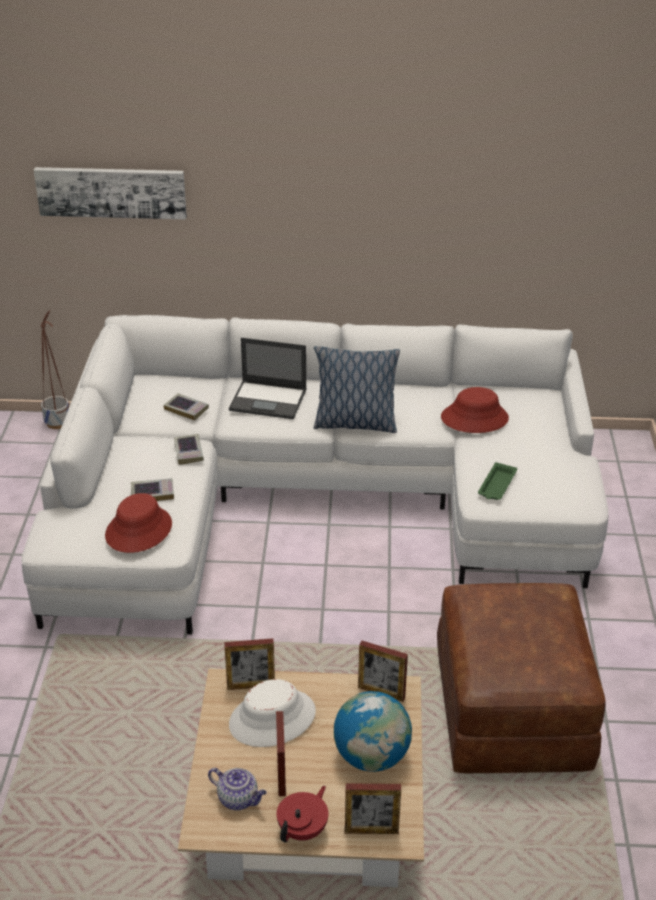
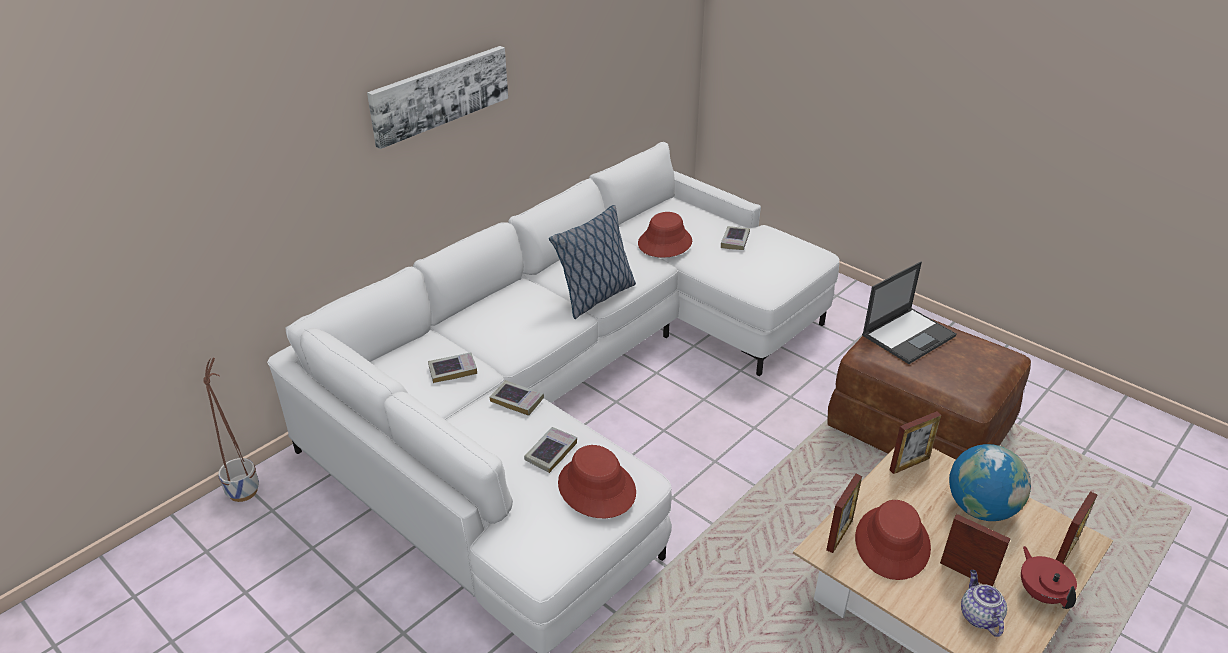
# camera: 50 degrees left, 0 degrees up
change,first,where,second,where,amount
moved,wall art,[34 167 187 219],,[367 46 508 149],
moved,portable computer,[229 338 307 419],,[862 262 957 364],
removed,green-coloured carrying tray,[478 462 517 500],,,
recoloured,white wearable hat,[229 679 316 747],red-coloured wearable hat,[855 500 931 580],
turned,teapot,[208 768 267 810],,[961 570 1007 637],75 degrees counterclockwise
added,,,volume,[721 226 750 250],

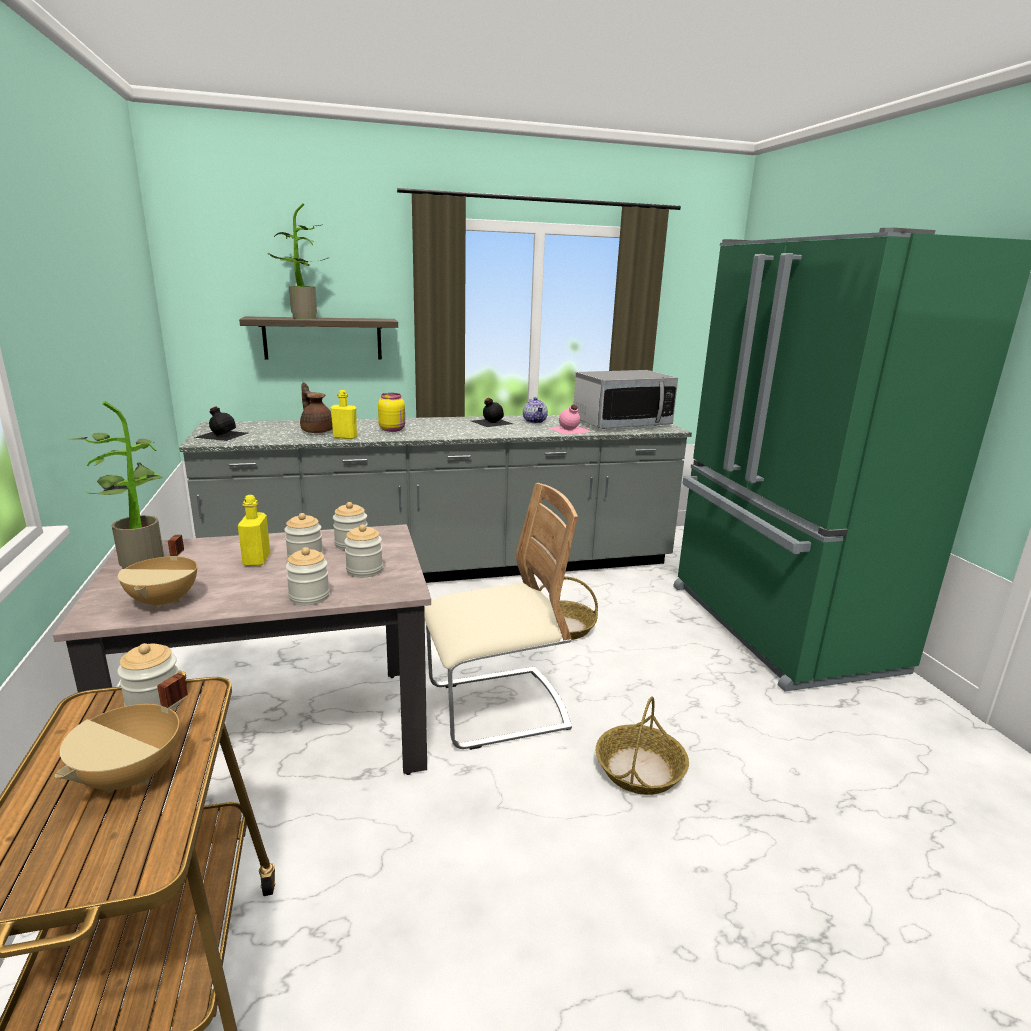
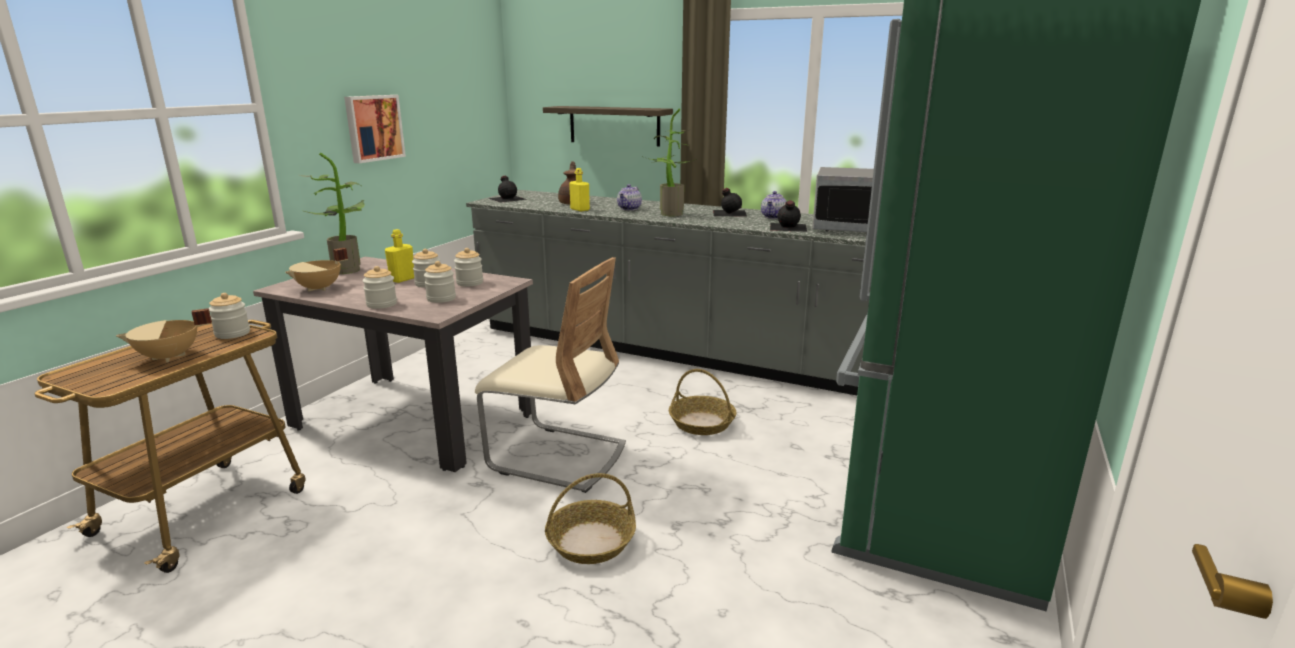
# camera: 40 degrees right, 0 degrees up
change,first,where,second,where,amount
moved,houseplant,[268 203 330 319],,[641 109 697 216],
replaced,yellowish storage jar,[378 393 405 432],teapot,[617 184 642 210],
recoloured,pink-coloured beverage bottle,[547 405 592 435],blackish beverage bottle,[770 200 807 232],
added,,,wall art,[344 95 406 163],

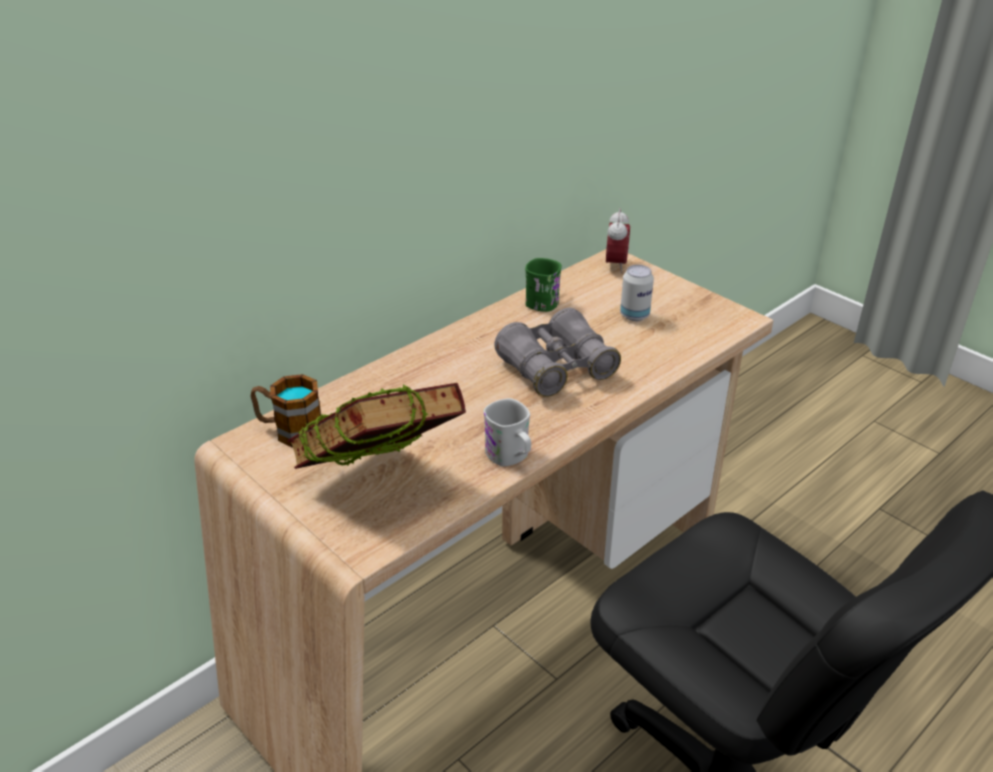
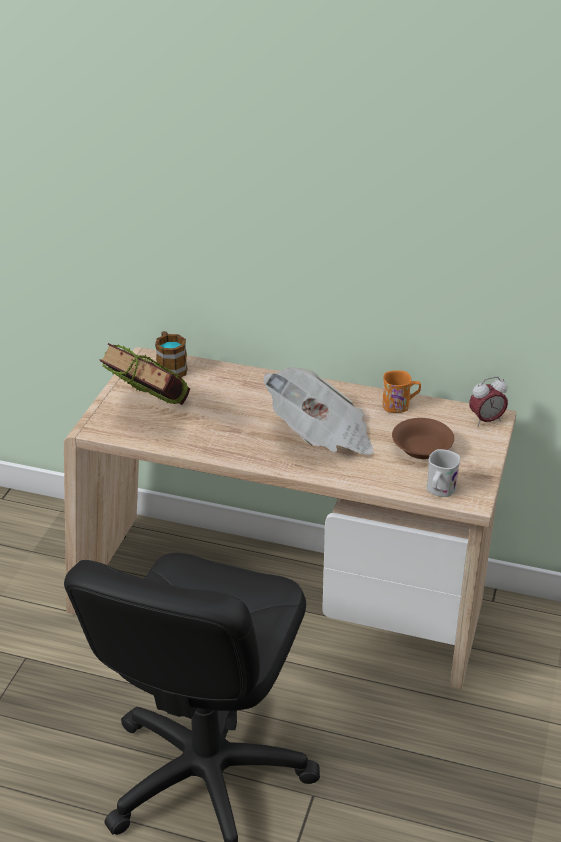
# camera: 60 degrees right, 0 degrees up
change,first,where,second,where,amount
recoloured,green-coloured coffee mug,[525 258 562 312],orange coffee mug,[382 370 421 413],
replaced,metal can,[620 265 654 321],brown-coloured deep dish,[392 418 454 459],
replaced,greyish binoculars,[494 308 621 397],printed paper,[263 367 374 455],
moved,white coffee mug,[483 398 531 466],,[427 449 460 497],

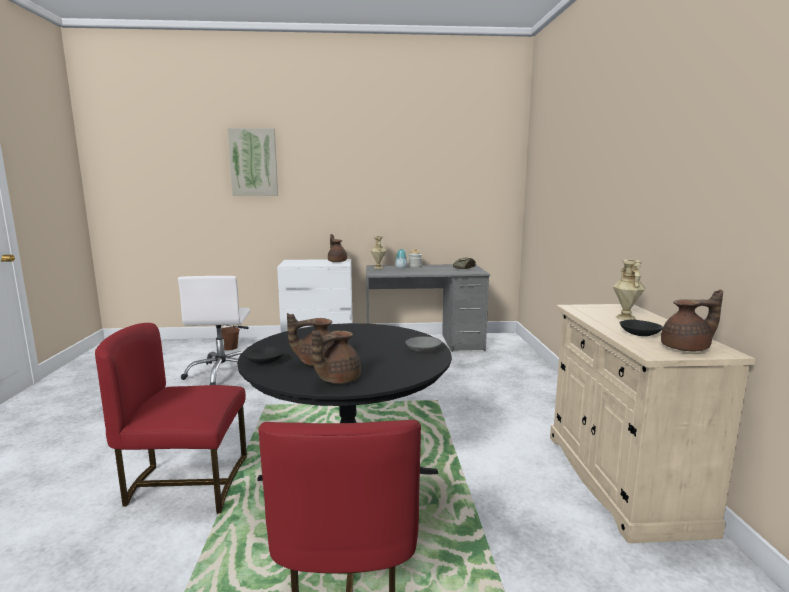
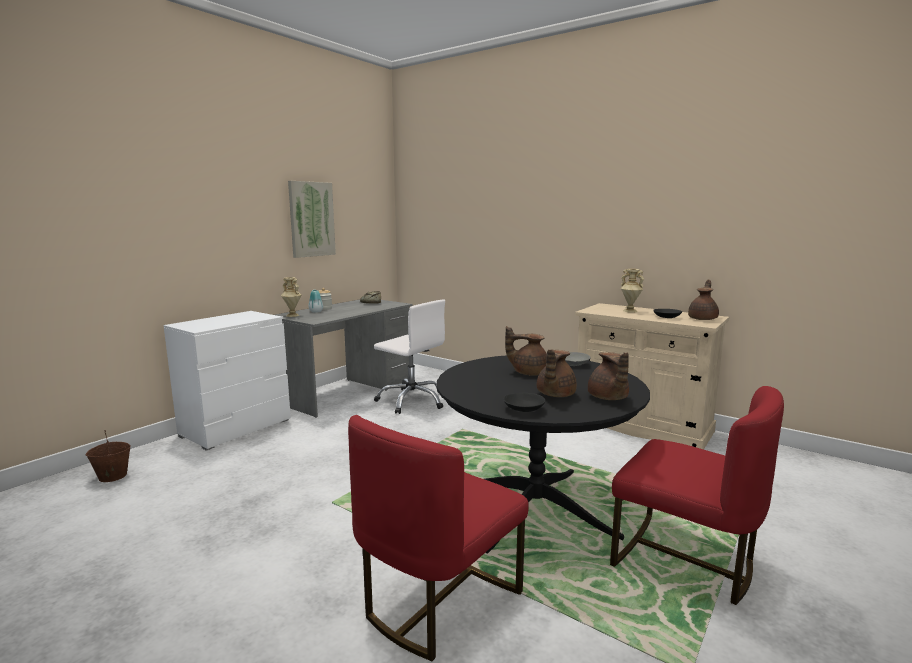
# camera: 50 degrees left, 0 degrees up
change,first,where,second,where,amount
moved,wall art,[228 128 278 196],,[288 181 336 258],
moved,brown-coloured teapot,[328 234 347 262],,[505 326 547 376],
moved,white computer chair,[178 276 250 385],,[374 300 445 414],

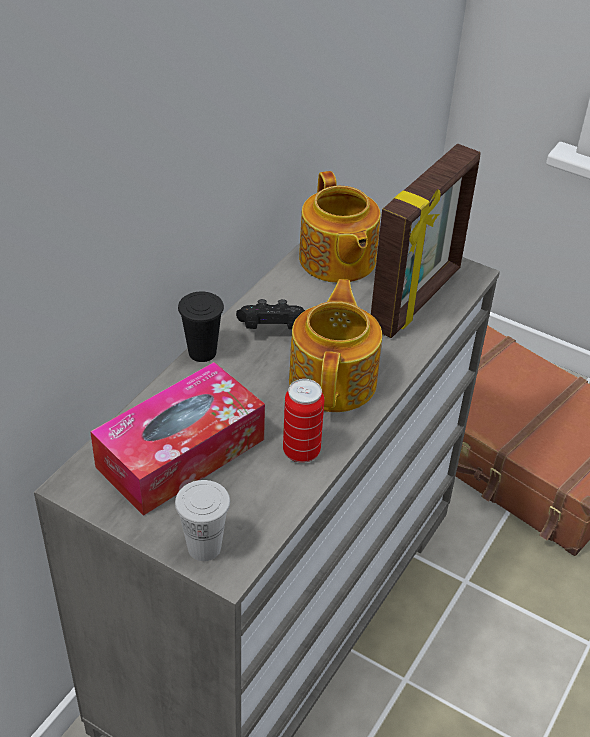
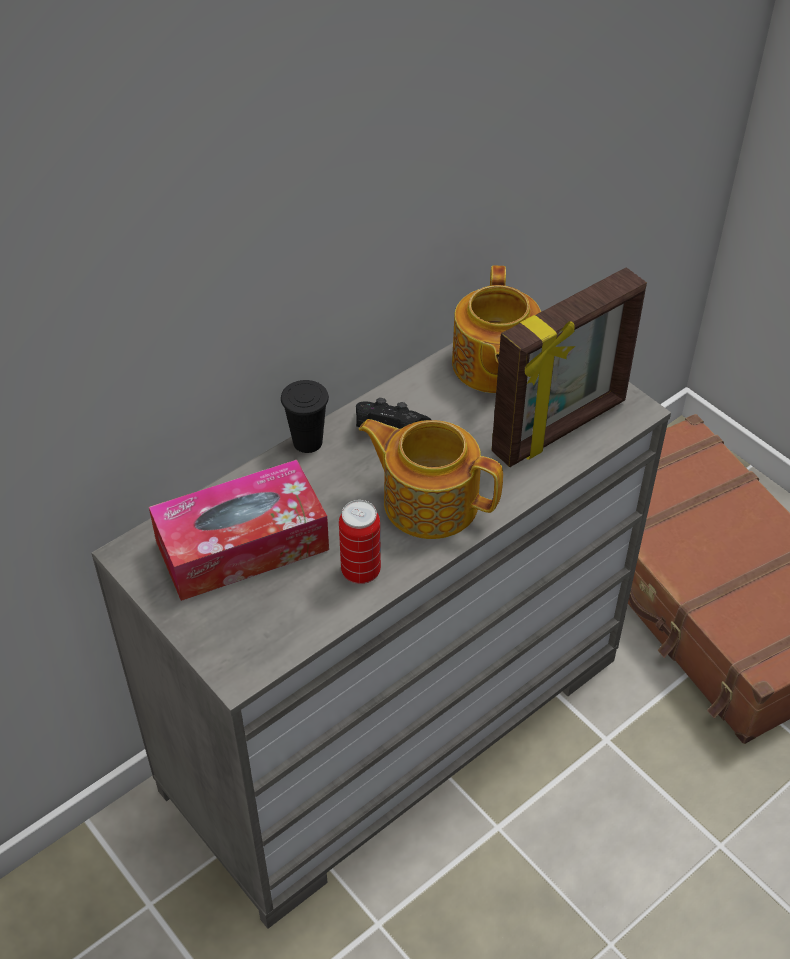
# camera: 20 degrees right, 5 degrees up
change,first,where,second,where,amount
turned,teapot,[289 279 382 412],,[358 419 503 539],90 degrees counterclockwise
removed,white drinking cup,[175 480 230 561],,,

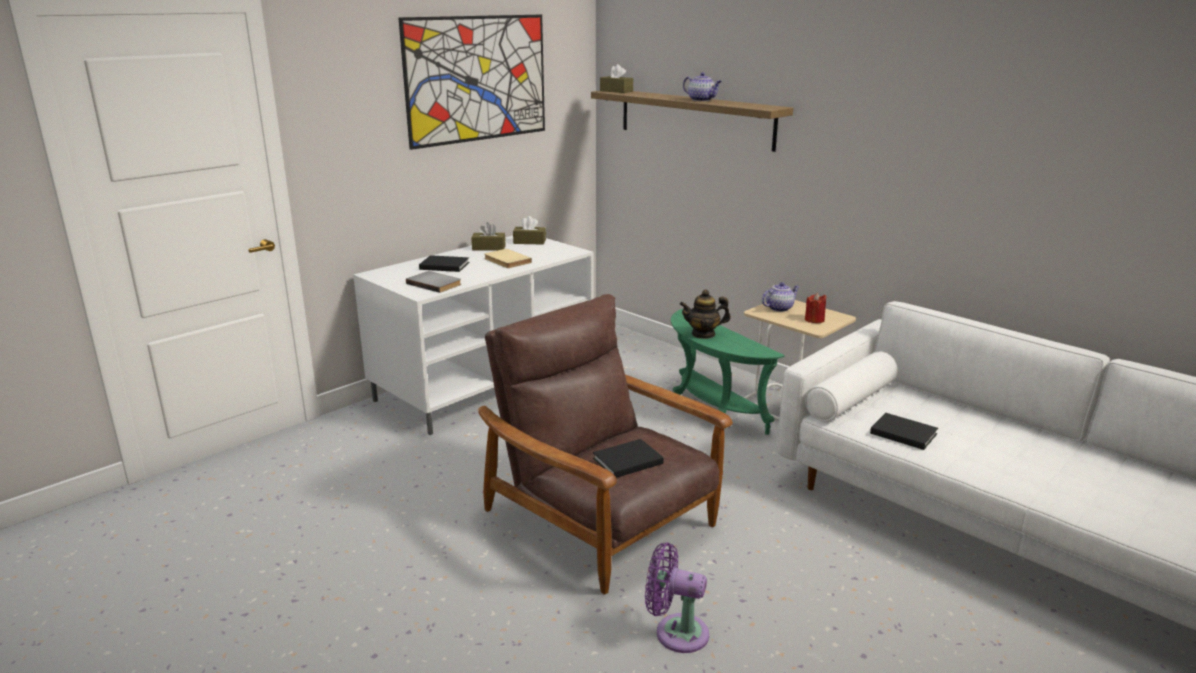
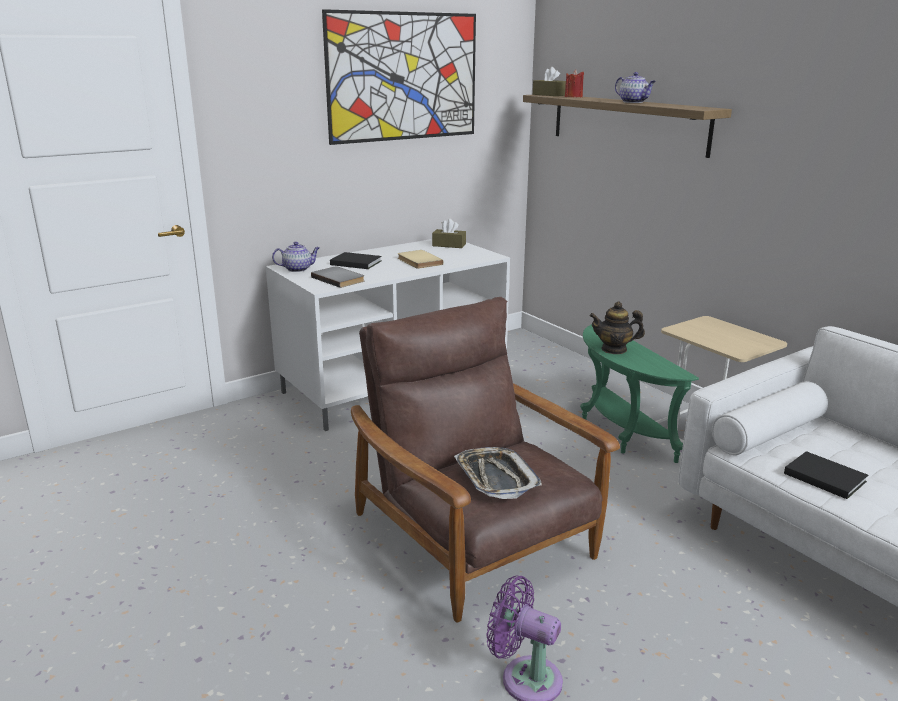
# camera: 10 degrees right, 0 degrees up
change,first,where,second,where,amount
removed,brown-coloured box of tissues,[471 222 506 251],,,
moved,teapot,[762 282 800 312],,[272 242 320 272],
moved,red-coloured candle,[805 293 826 323],,[565 70 584 97],
replaced,blackish volume,[593 439 664 478],carrying tray,[454 447 542 499],

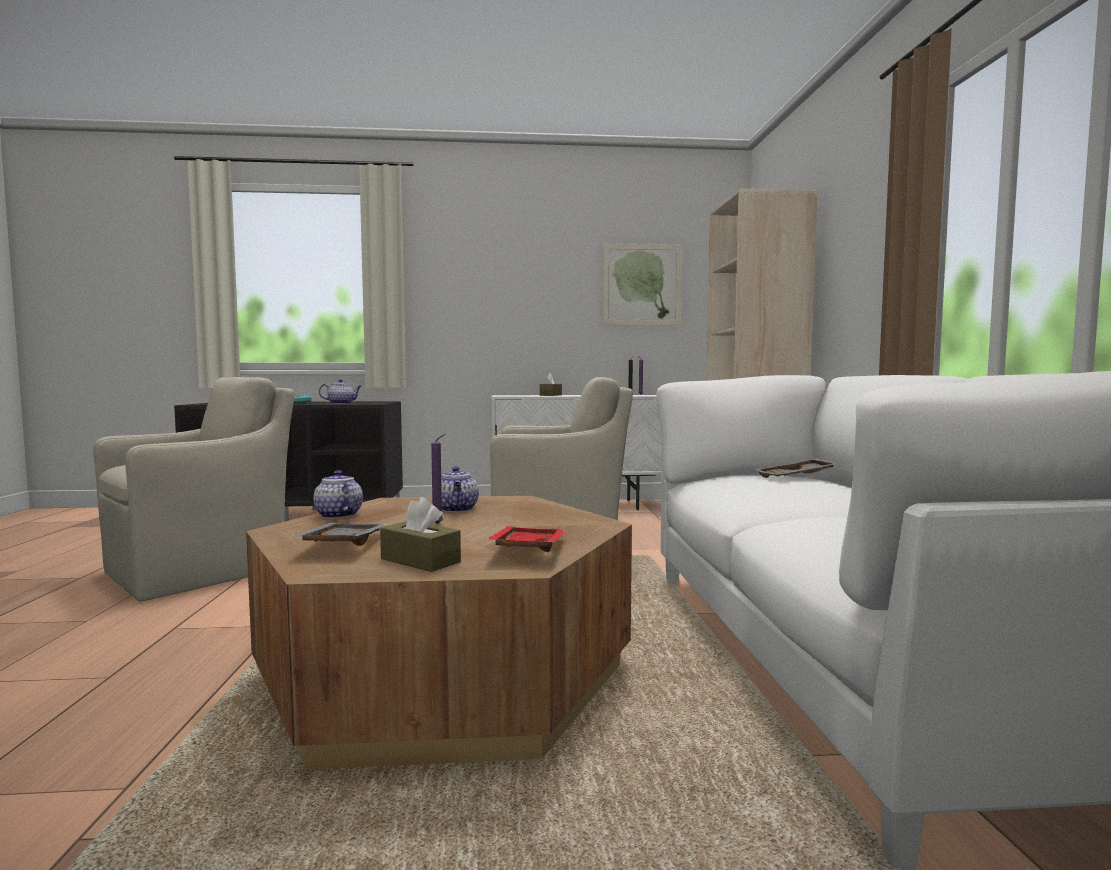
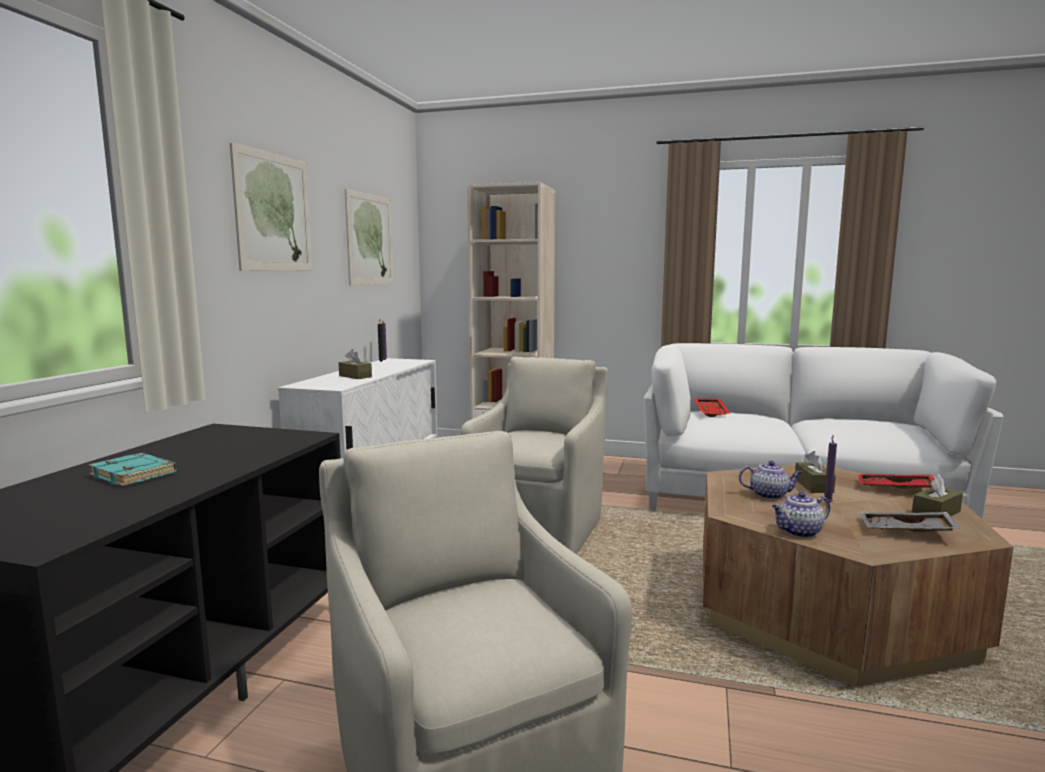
# camera: 70 degrees left, 5 degrees up
change,first,where,second,where,amount
removed,teapot,[319 379 361 404],,,
recoloured,greyish carrying tray,[754 458 837 478],red-coloured carrying tray,[694 398 730 417],
added,,,wall art,[230 142 313 271],
added,,,brown-coloured box of tissues,[795 451 836 493],

